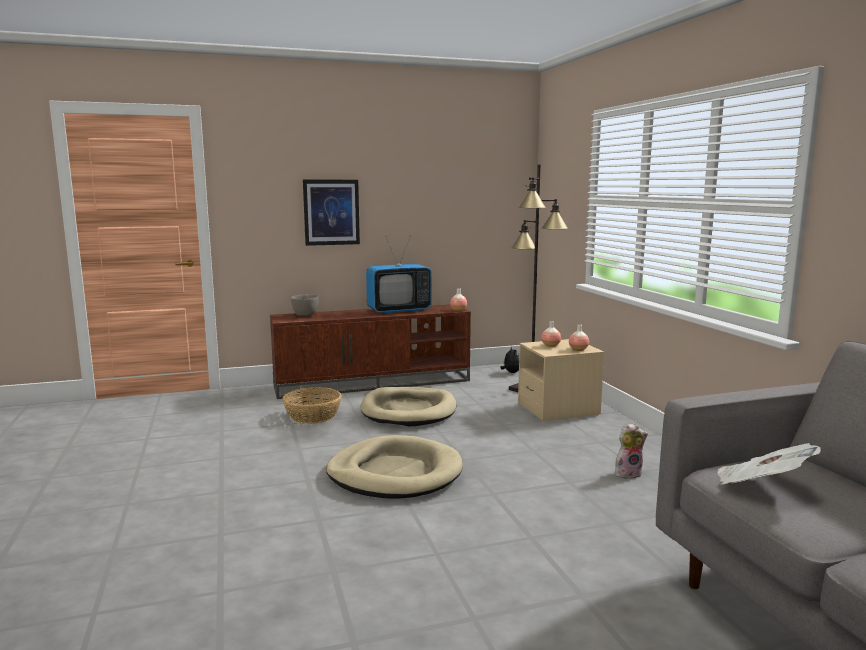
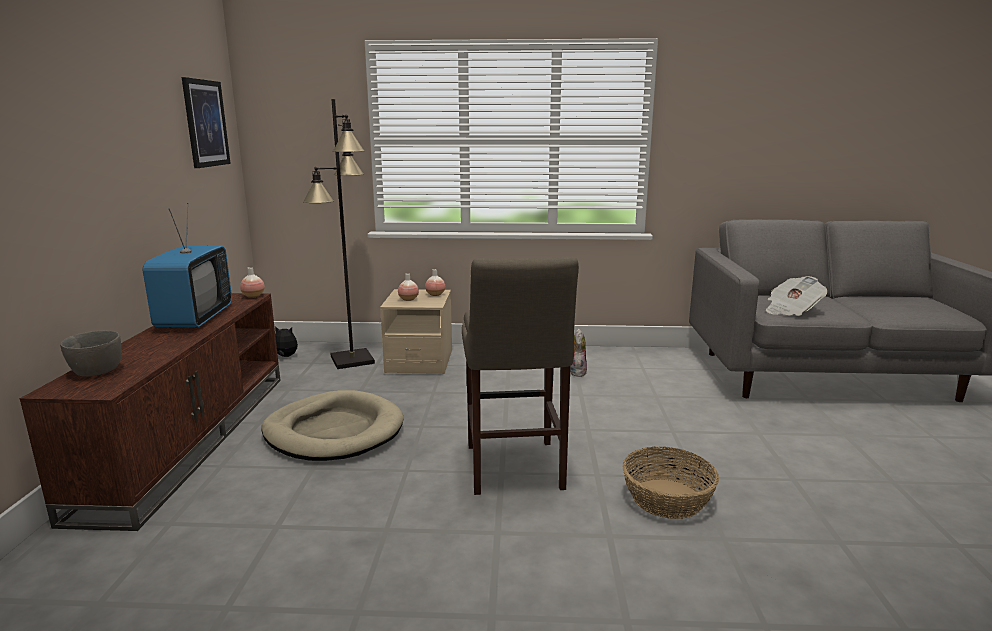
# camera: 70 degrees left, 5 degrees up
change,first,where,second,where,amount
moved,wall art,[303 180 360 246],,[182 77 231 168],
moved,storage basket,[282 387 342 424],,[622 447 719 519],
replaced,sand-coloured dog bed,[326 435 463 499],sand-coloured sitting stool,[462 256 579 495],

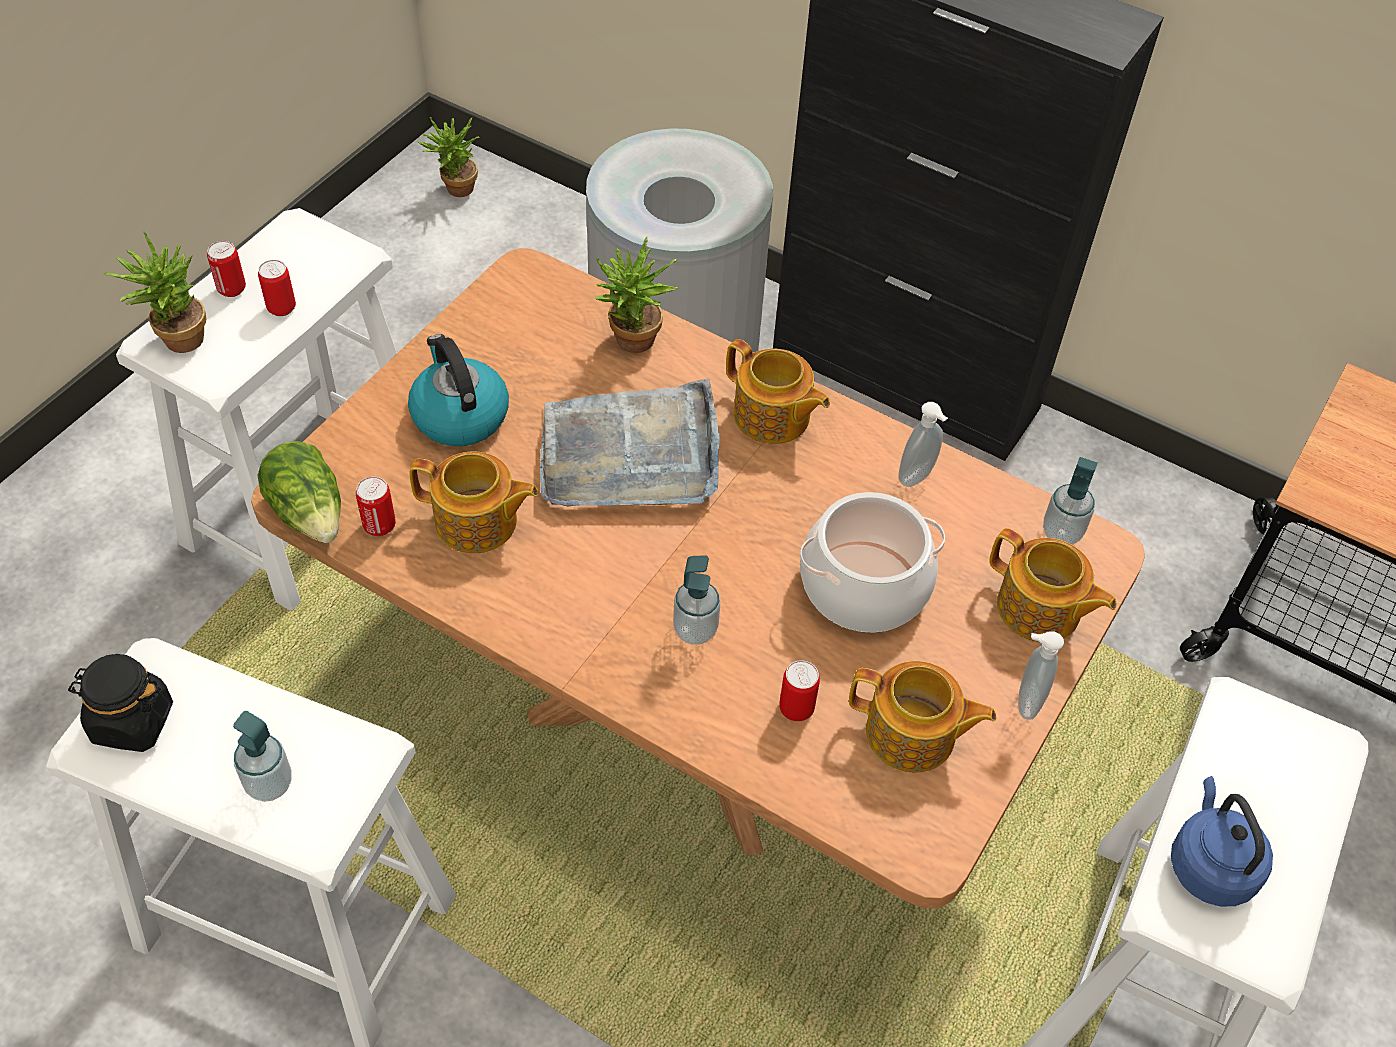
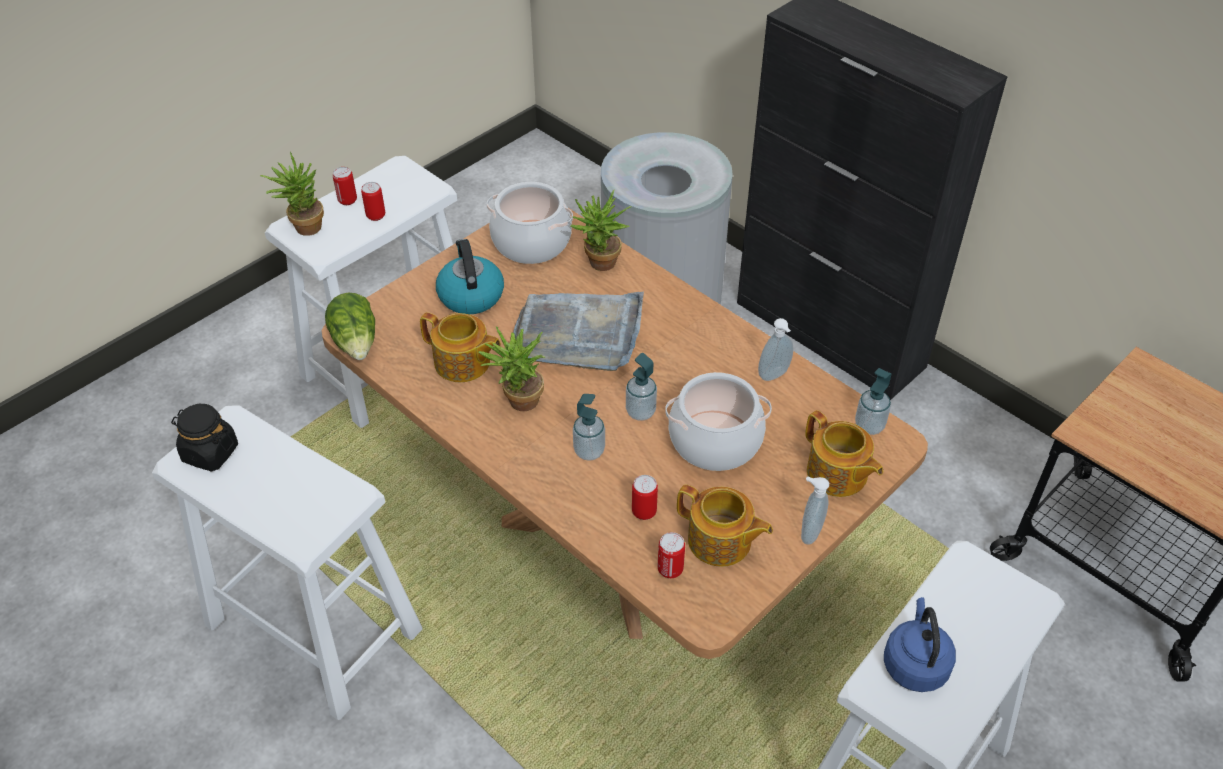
# camera: 15 degrees right, 5 degrees down
change,first,where,second,where,amount
moved,houseplant,[418 117 480 197],,[478 326 545 411],
removed,teapot,[726 339 830 444],,,
moved,metal can,[356 476 396 536],,[658 532 685 578],
moved,soap dispenser,[233 711 292 802],,[626 353 657 421],
added,,,saucepot,[487 182 573 264],

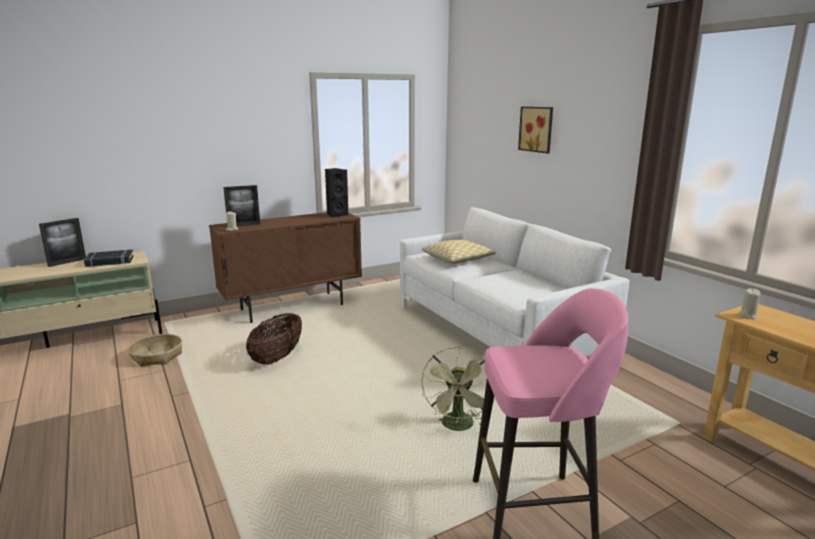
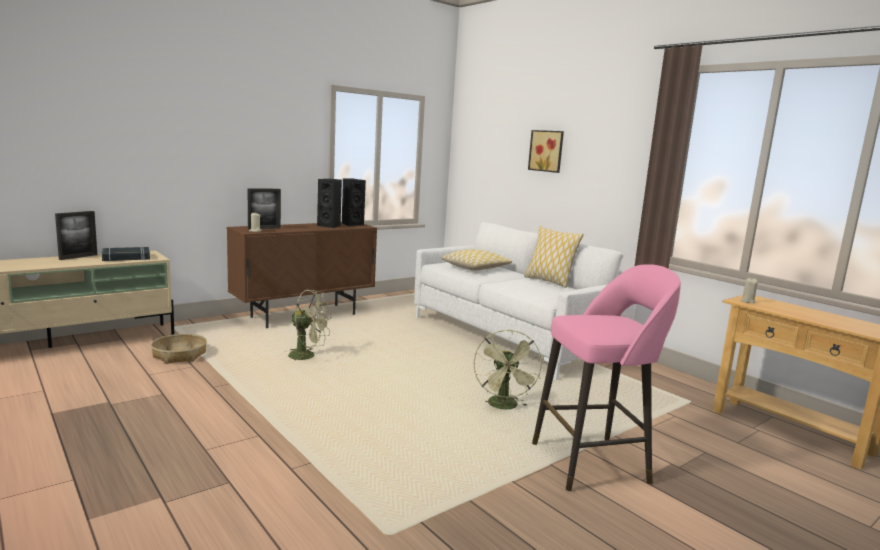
# camera: 10 degrees left, 5 degrees down
change,first,where,second,where,amount
replaced,storage basket,[246 313 302 365],green-coloured fan,[288 290 331 360],
added,,,blackish loudspeaker,[317 179 342 228],
added,,,throw pillow,[524 226 584 288],

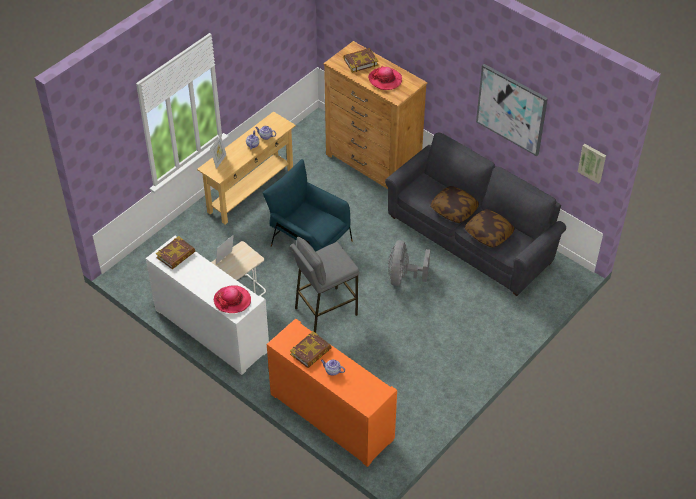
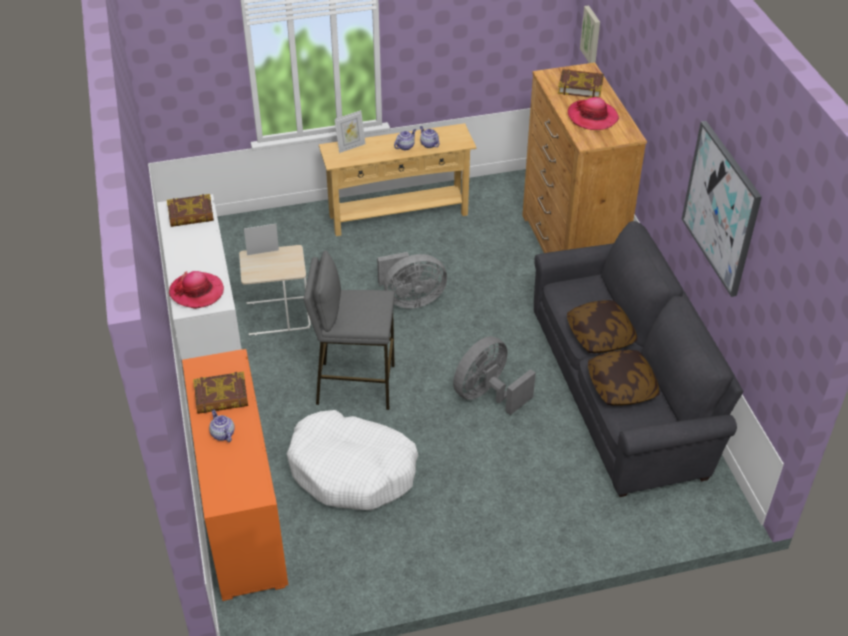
# camera: 35 degrees right, 5 degrees down
change,first,where,second,where,amount
moved,wall art,[578 144 606 184],,[580 5 600 63],
replaced,blue-coloured armchair,[263 159 353 252],greyish fan,[377 252 447 308],
added,,,white dog bed,[287 410 418 510],

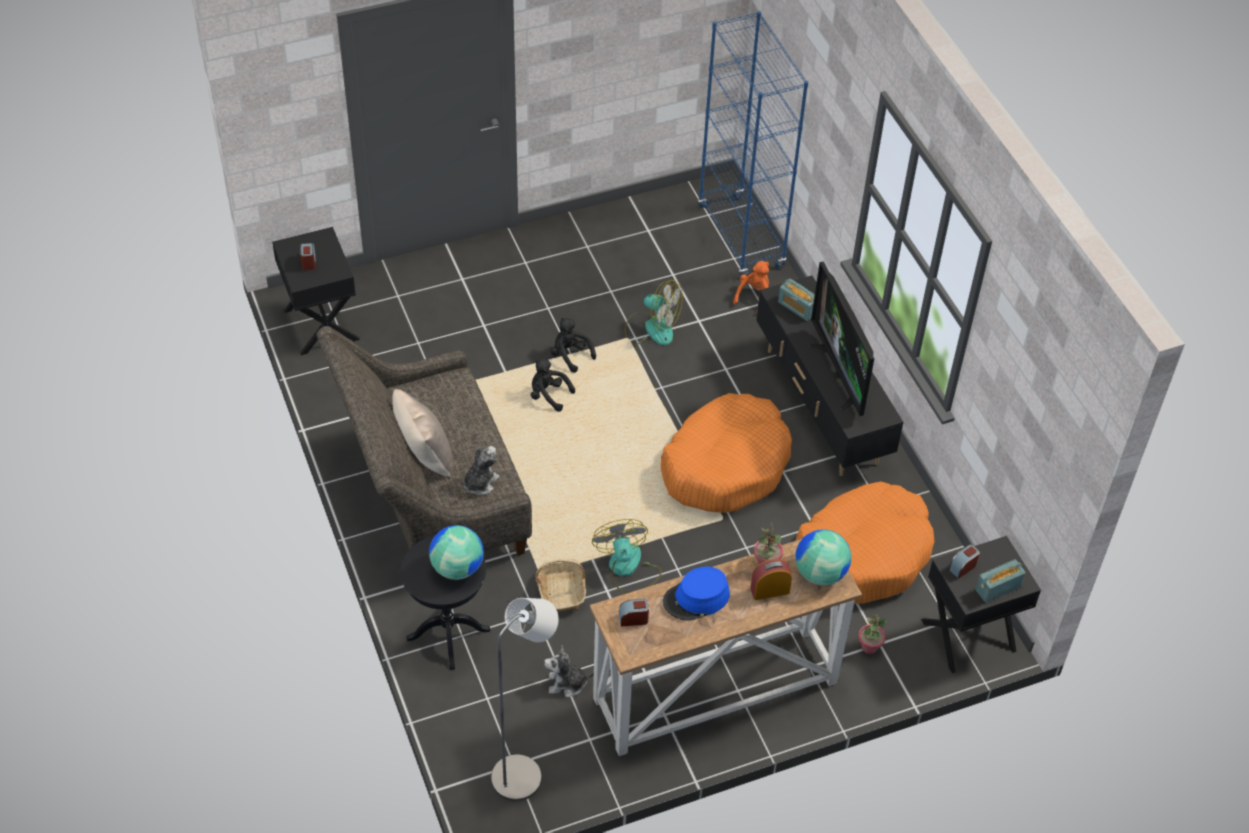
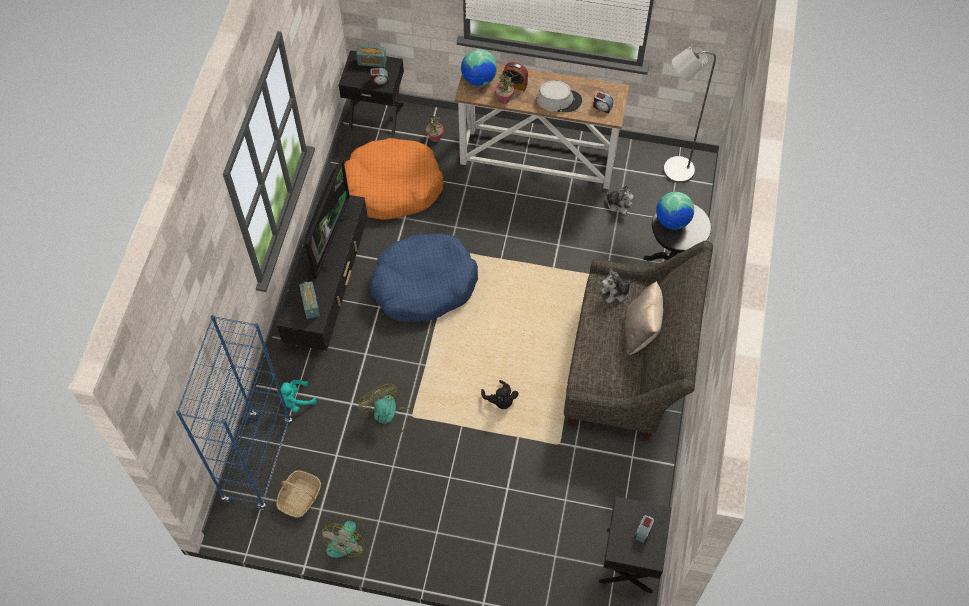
# camera: 145 degrees left, 10 degrees up
change,first,where,second,where,amount
recoloured,orange plush toy,[733 261 769 314],blue-green plush toy,[281 380 317 413],
removed,blackish plush toy,[550 318 596 373],,,
recoloured,orange dog bed,[661 393 792 513],blue-coloured dog bed,[370 233 478 322],
moved,fan,[592 519 662 593],,[322 516 364 558],
moved,storage basket,[535 559 586 611],,[276 470 321 518],
recoloured,blue-coloured wearable hat,[663 567 730 621],greyish wearable hat,[536 80 582 112],

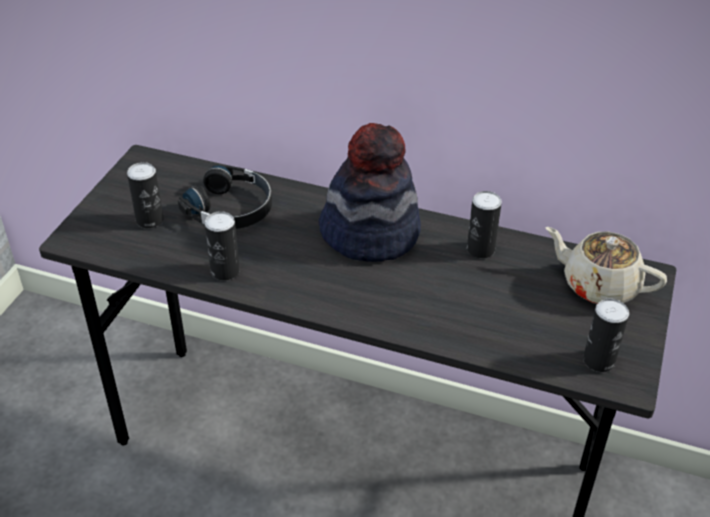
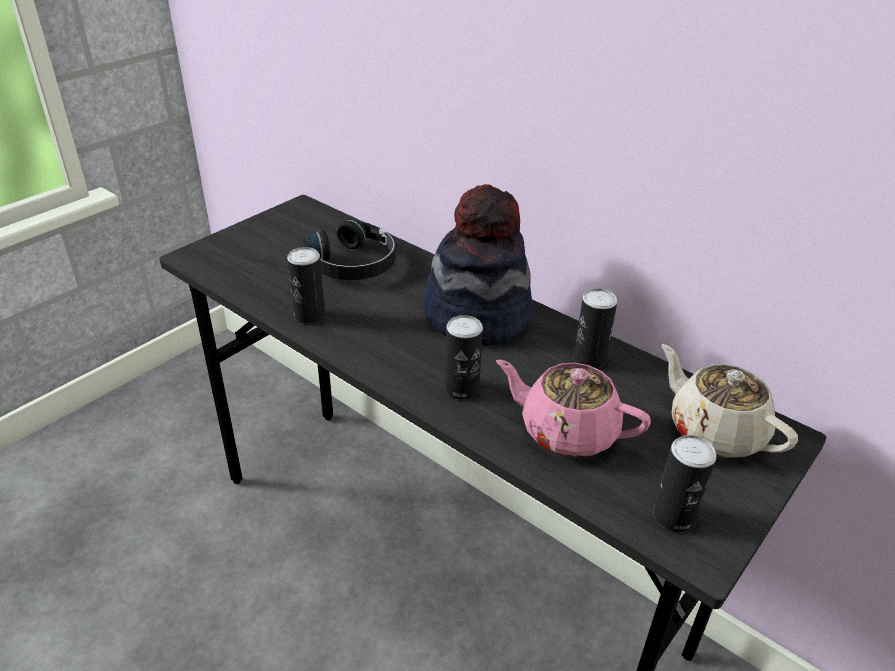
# camera: 20 degrees right, 5 degrees down
change,first,where,second,where,amount
moved,metal can,[127 162 164 228],,[445 315 483 400],
added,,,pink-coloured teapot,[496 359 651 457],

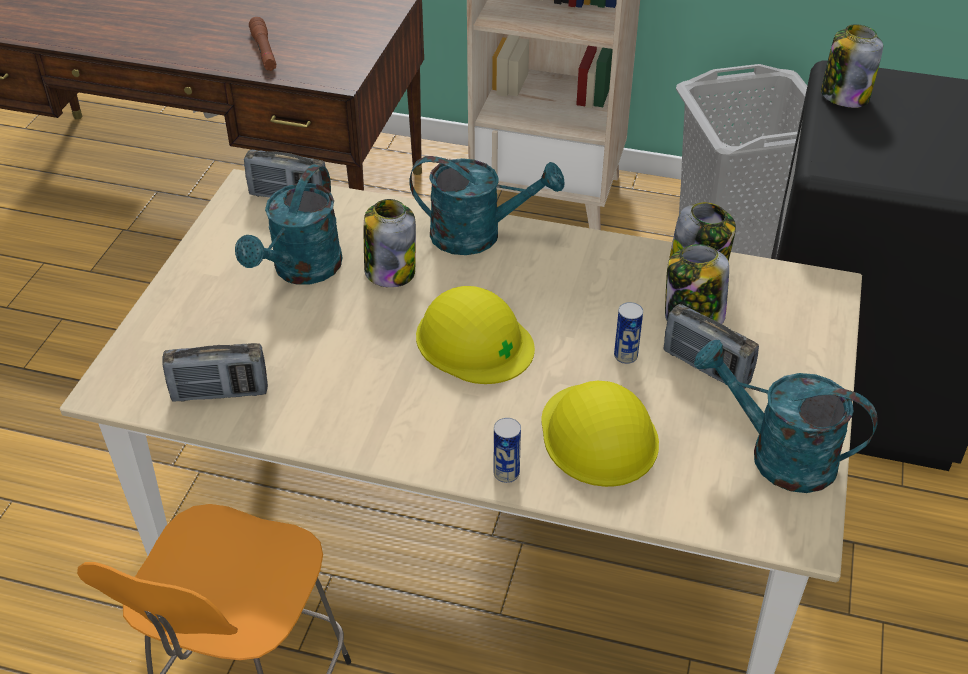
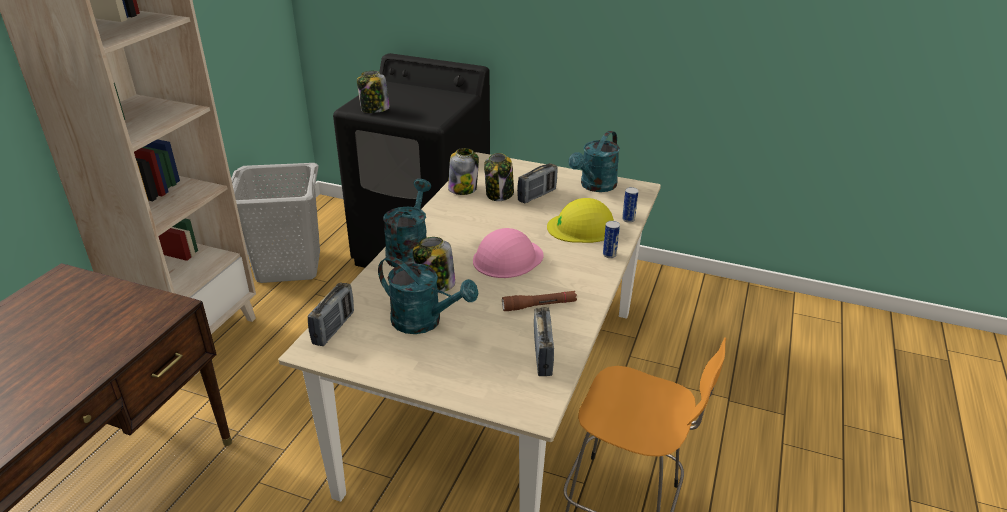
# camera: 85 degrees left, 10 degrees down
change,first,where,second,where,amount
moved,brown-coloured flashlight,[249 17 276 71],,[502 291 577 311],
recoloured,yellowish work helmet,[416 286 535 384],pink-coloured work helmet,[473 228 543 278],
moved,metal can,[614 302 643 364],,[622 187 638 223],

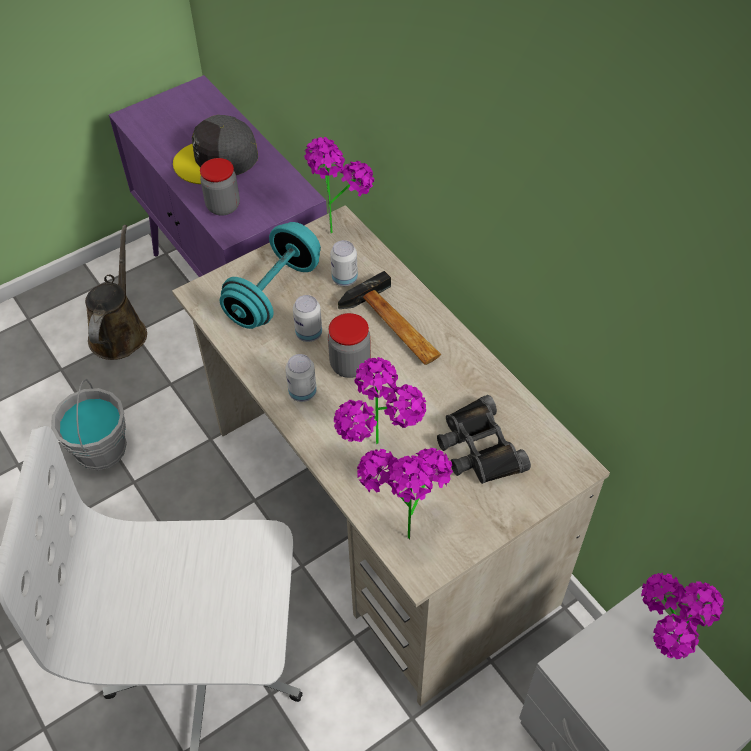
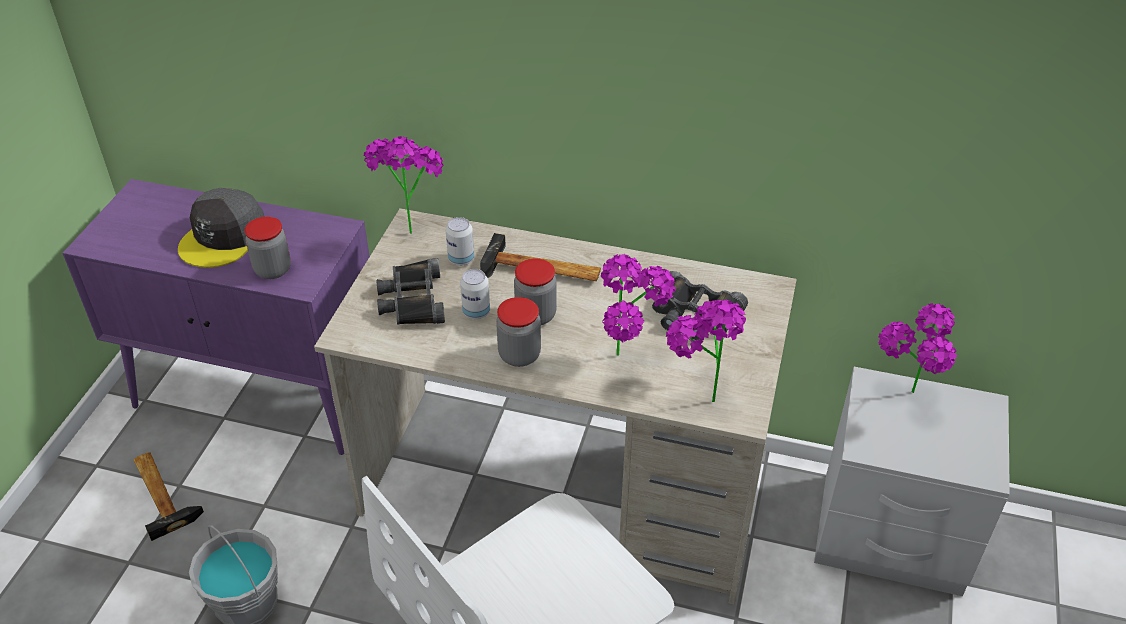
# camera: 40 degrees left, 10 degrees down
change,first,where,second,where,amount
replaced,blue-green hand weight,[220 222 321 329],blackish binoculars,[377 258 445 325],
replaced,brown-coloured watering pot,[85 225 147 360],tool hammer,[133 452 204 541],
replaced,metal can,[285 354 317 402],storage jar,[496 297 541 367],

